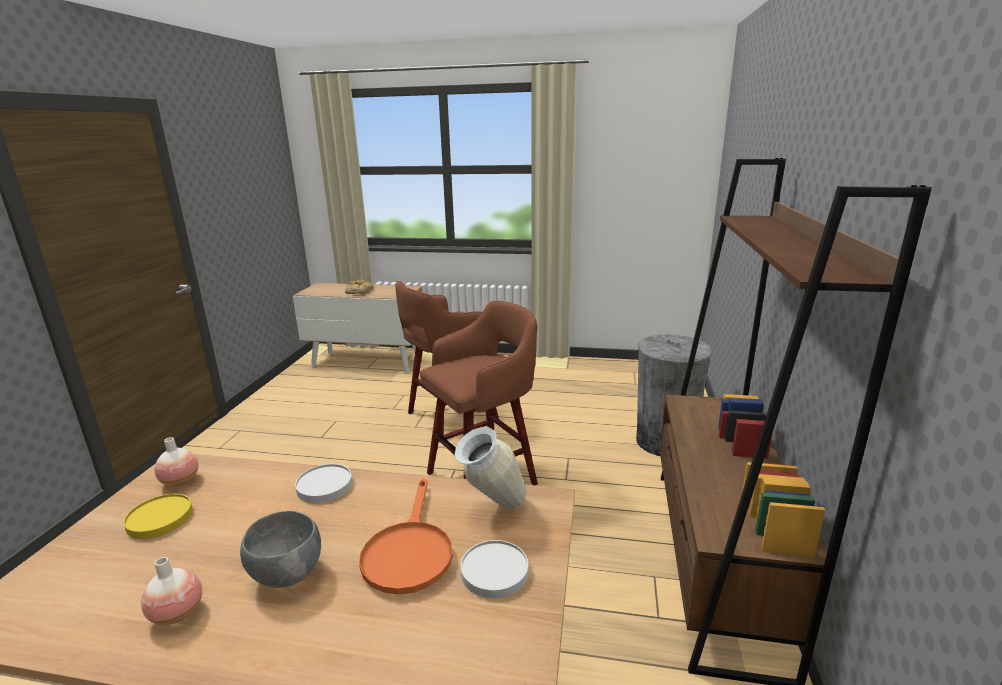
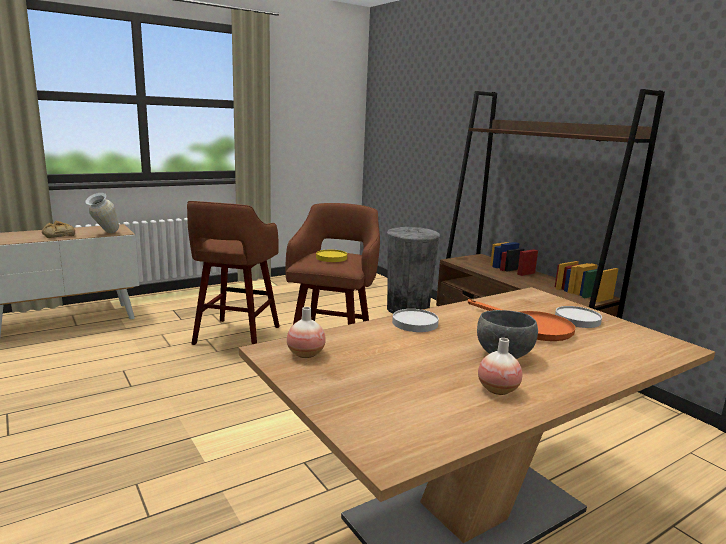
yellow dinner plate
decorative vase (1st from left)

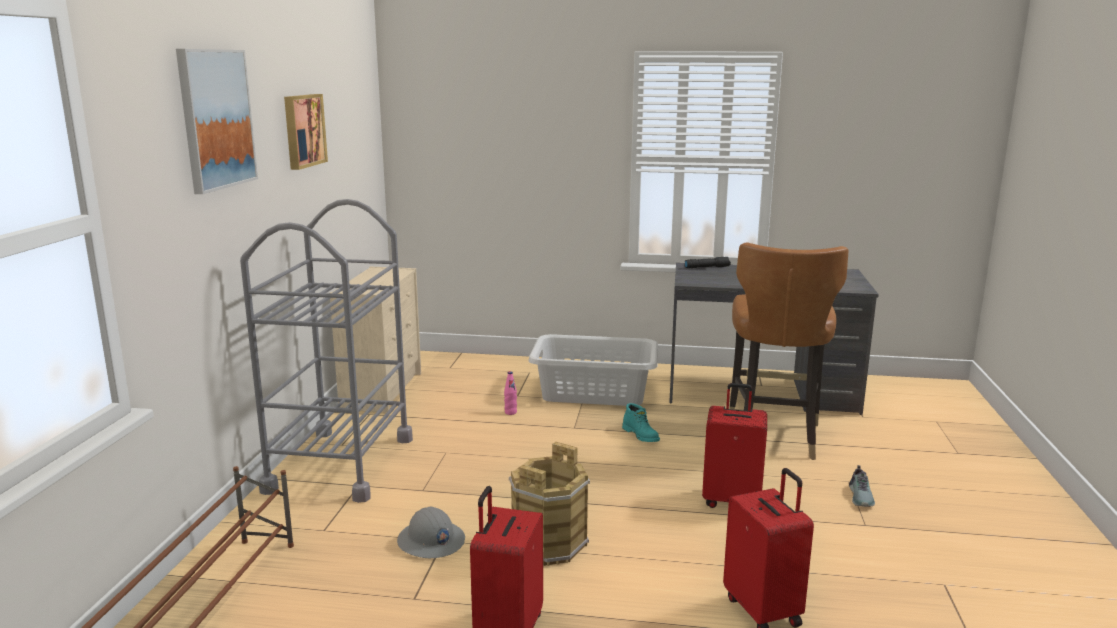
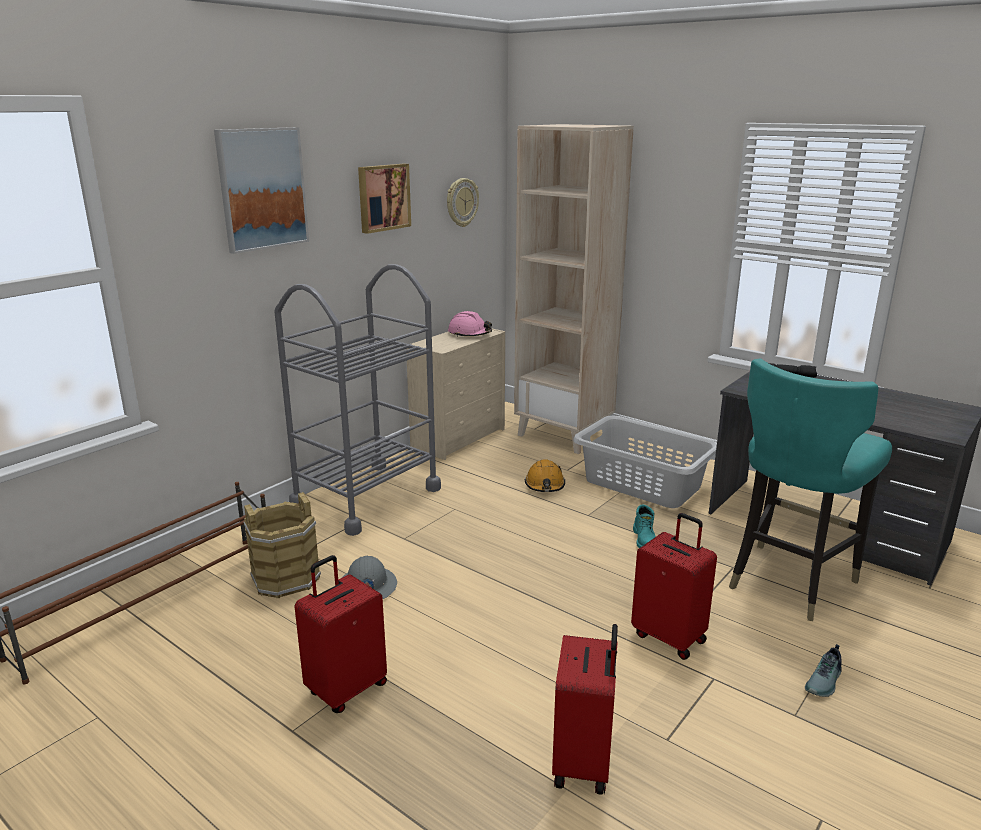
hanging clock
pinkish work helmet
beige bookcase
brownish pail
orangey work helmet
turquoise plain chair

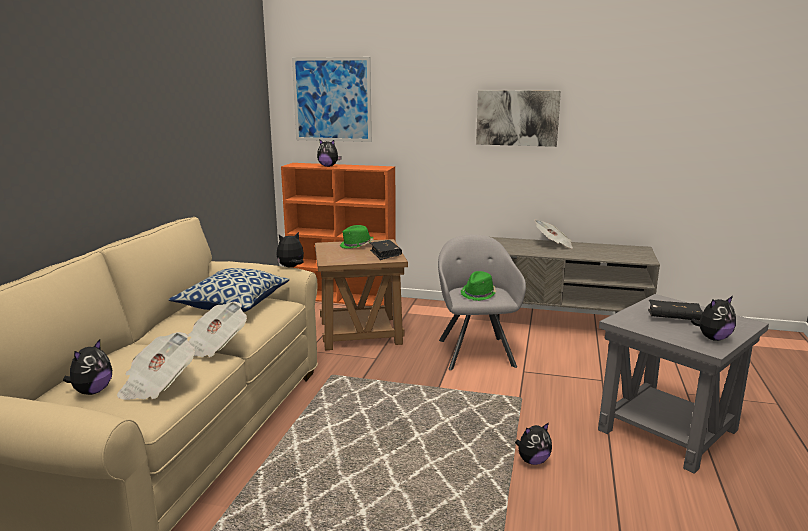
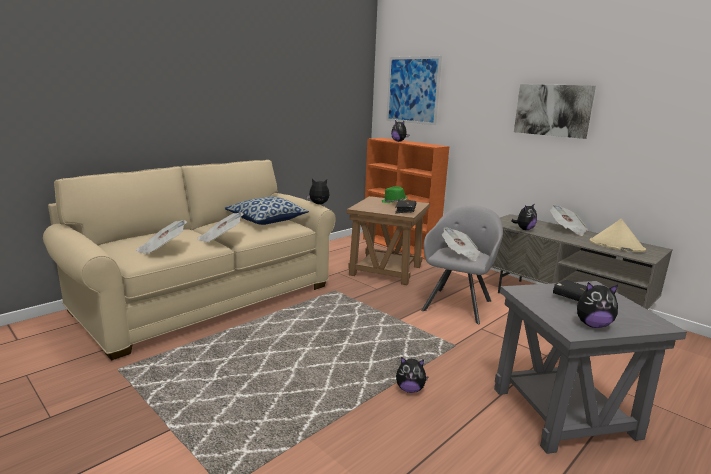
beige wearable hat
cuddly toy (4th from left)
newspaper (3rd from left)

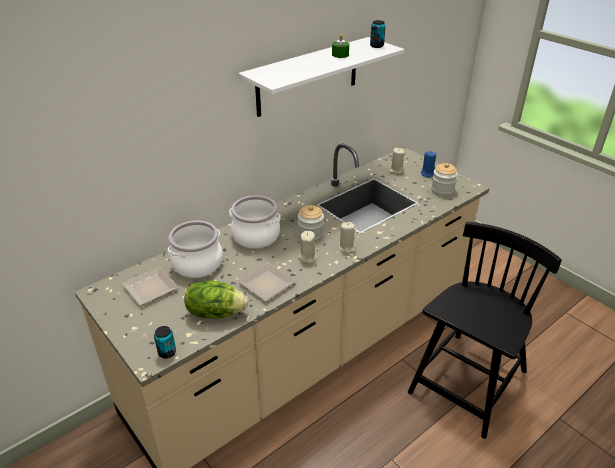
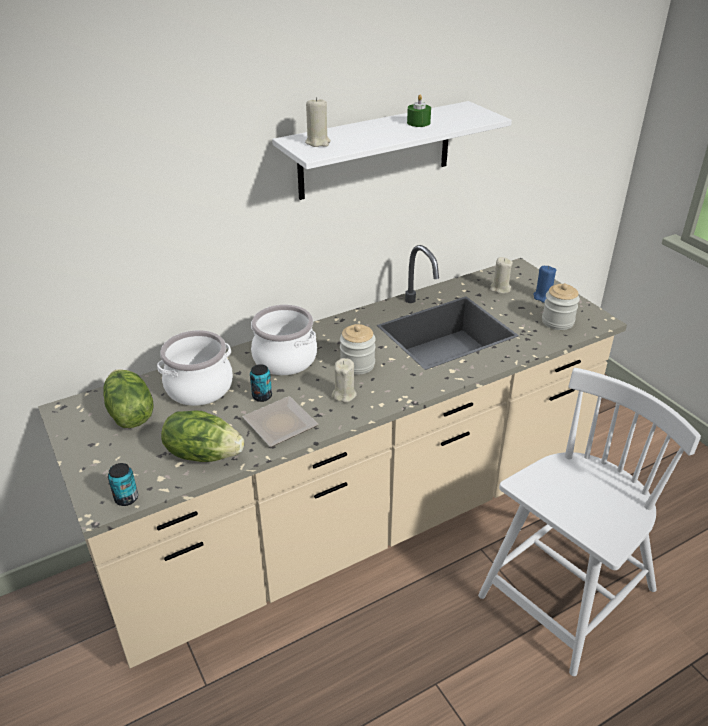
beige wax candle (1st from left)
metal can (2nd from left)
lettuce head (1st from left)
whitish plain chair

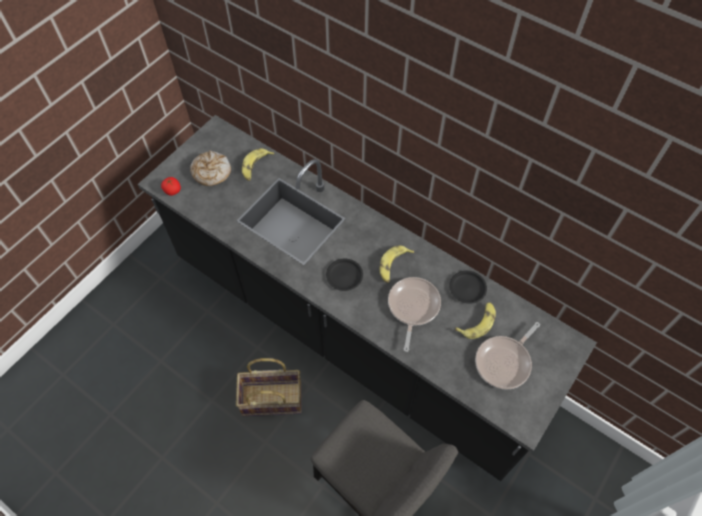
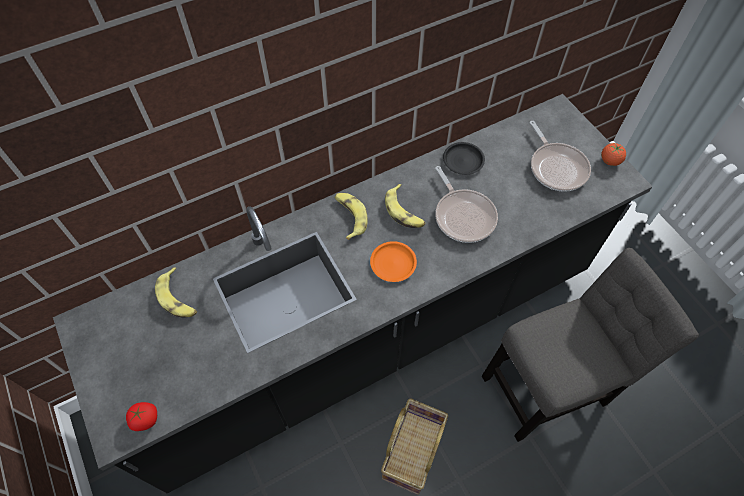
bakery bread
fresh tomato (2nd from left)
banana fruit (2nd from left)
orangey dinner plate
skillet (1st from left)

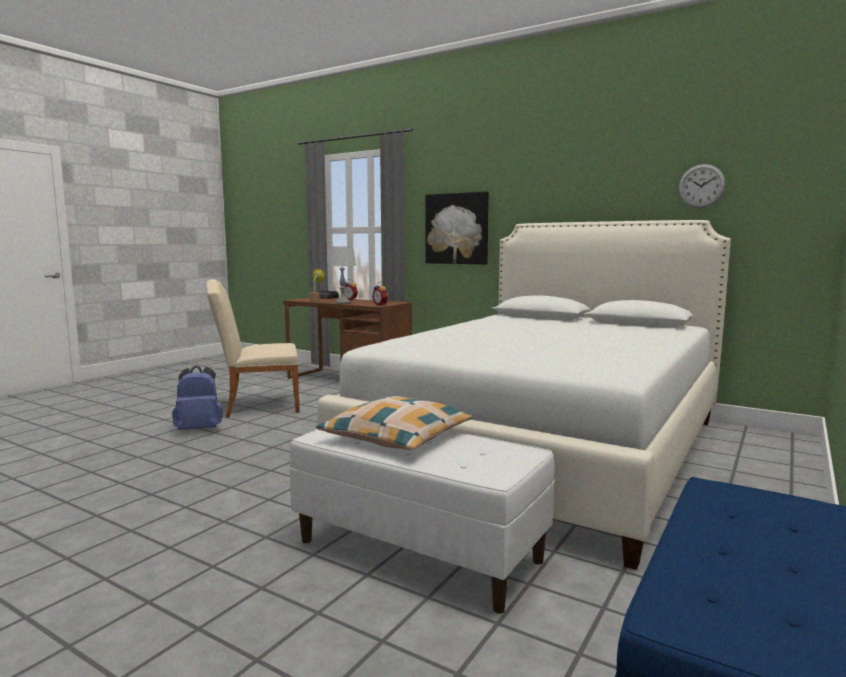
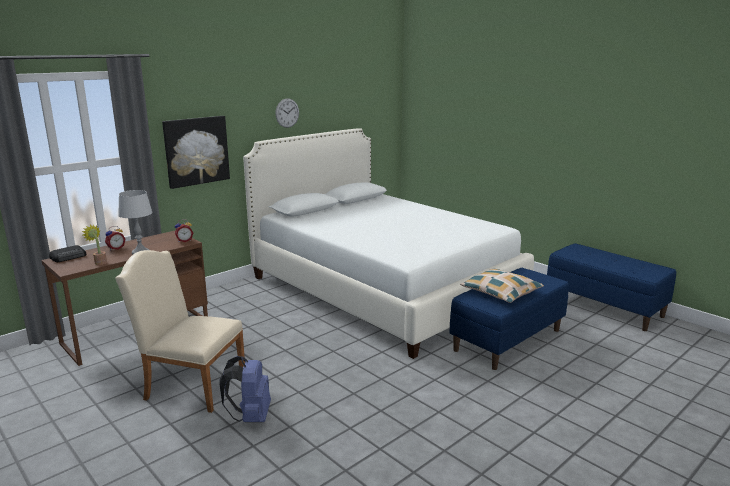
hanging clock
blue indoor bench (1st from left)
beige plain chair

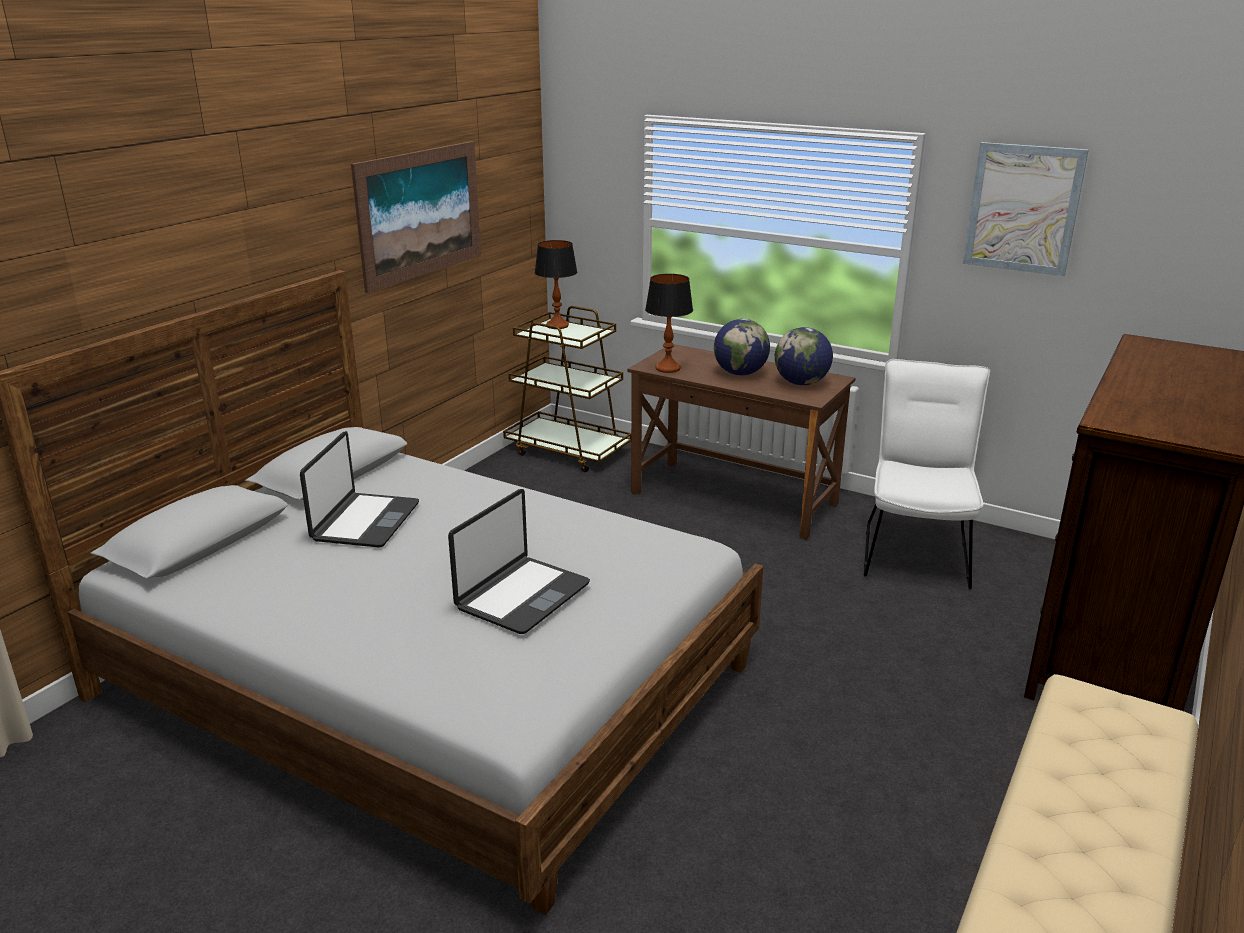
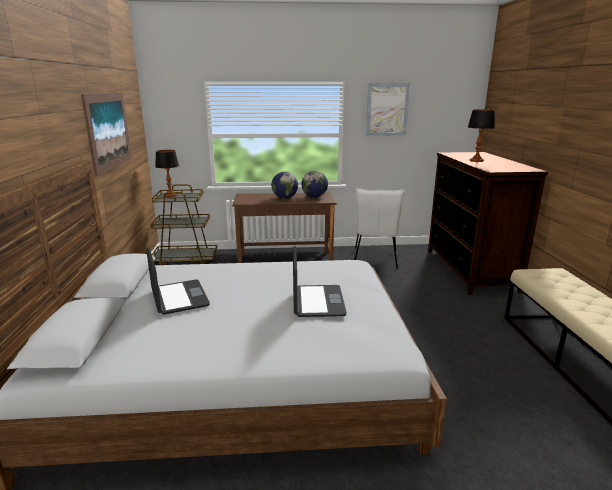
lamp for a table (2nd from left)
whitish plain chair

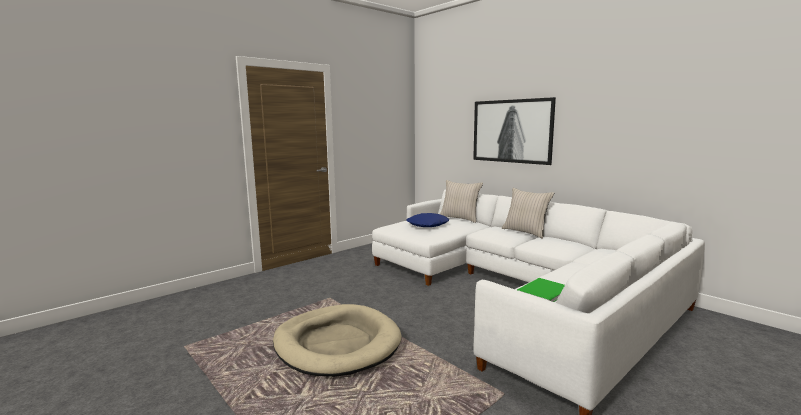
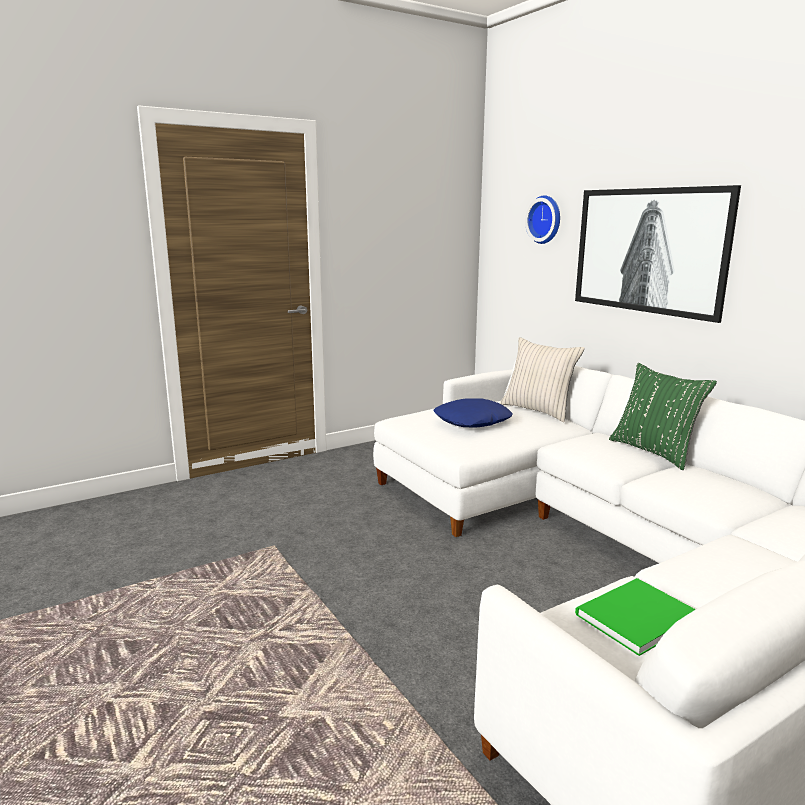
beige pet bed
hanging clock
green-coloured pillow

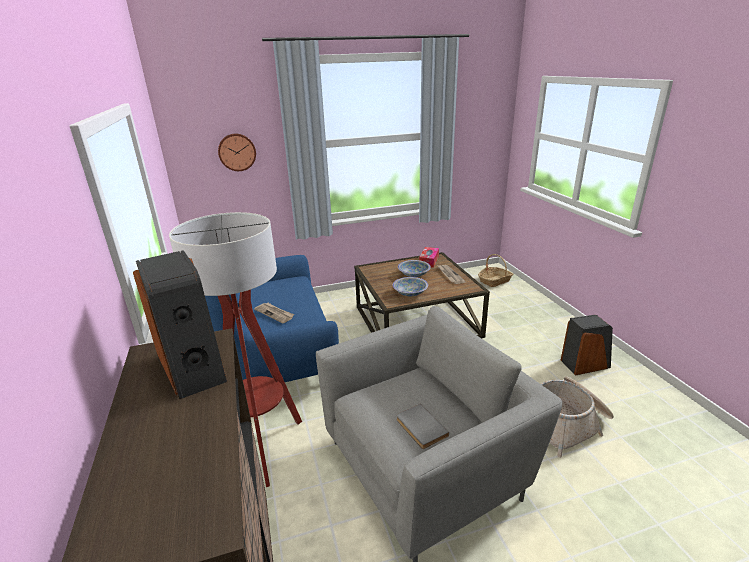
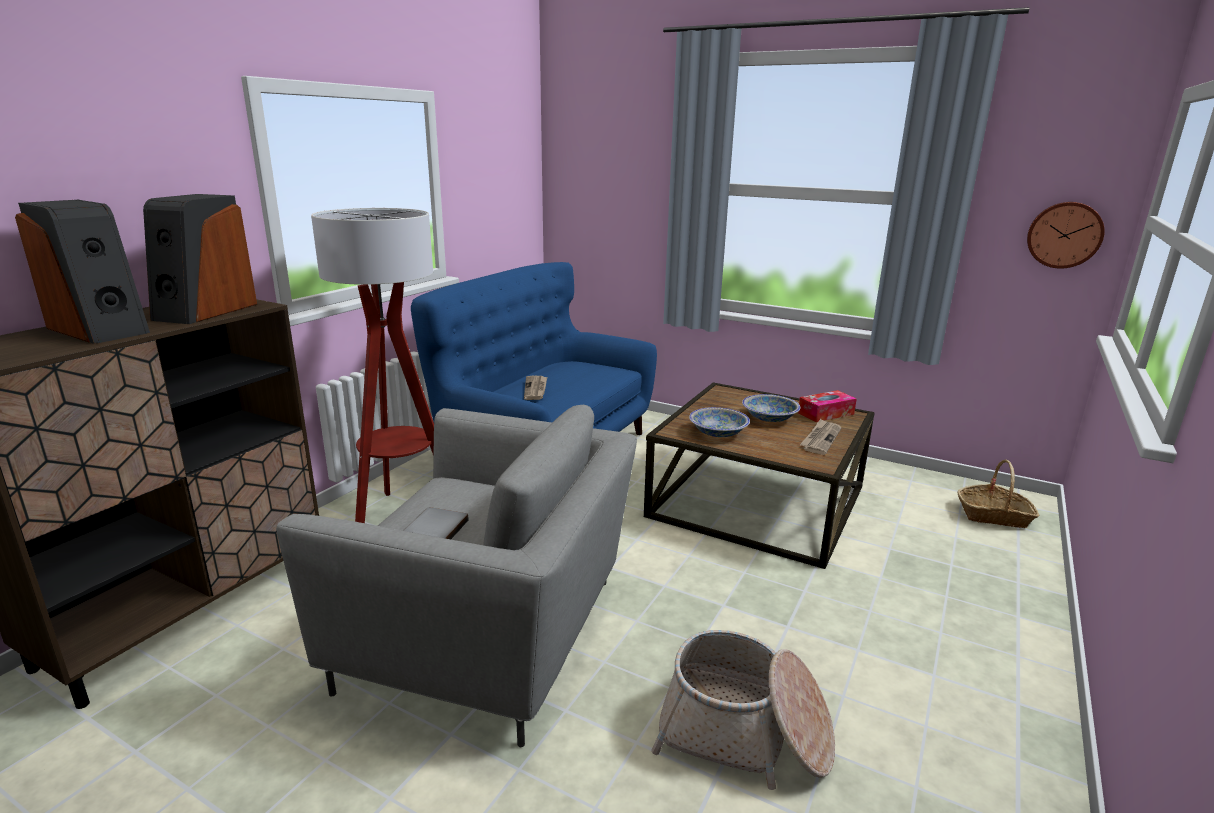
hanging clock
speaker (1st from left)

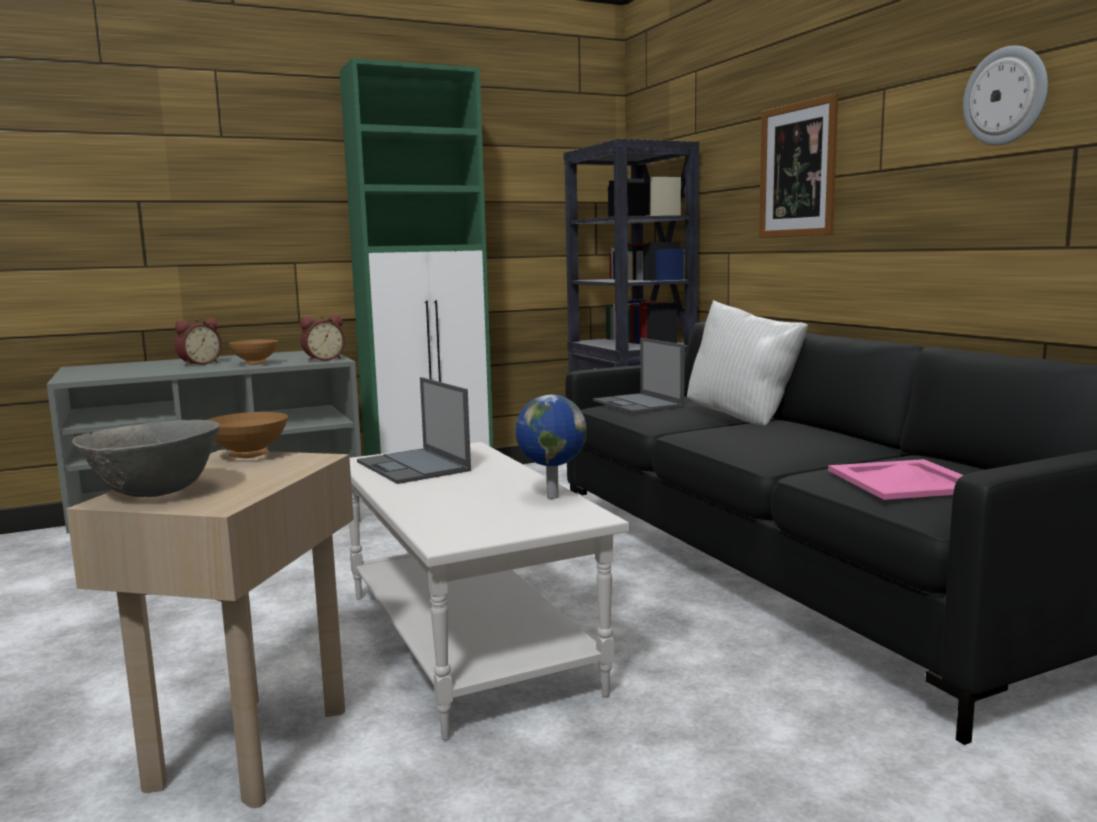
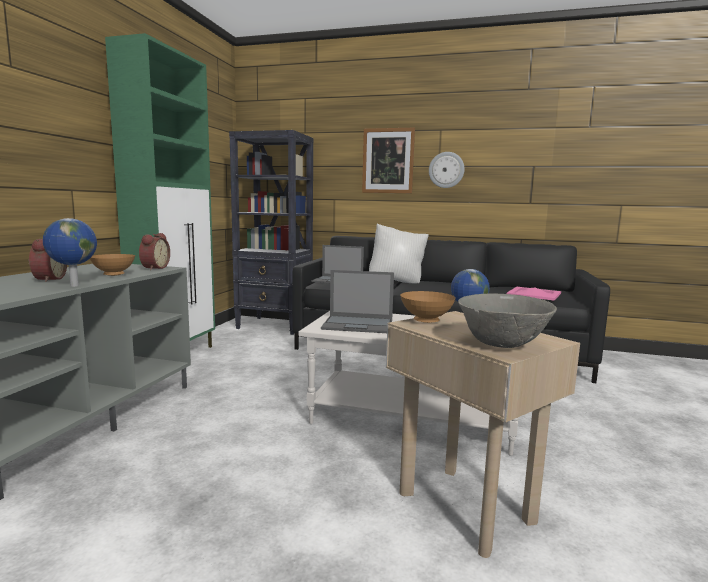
globe (1st from left)
hanging clock

